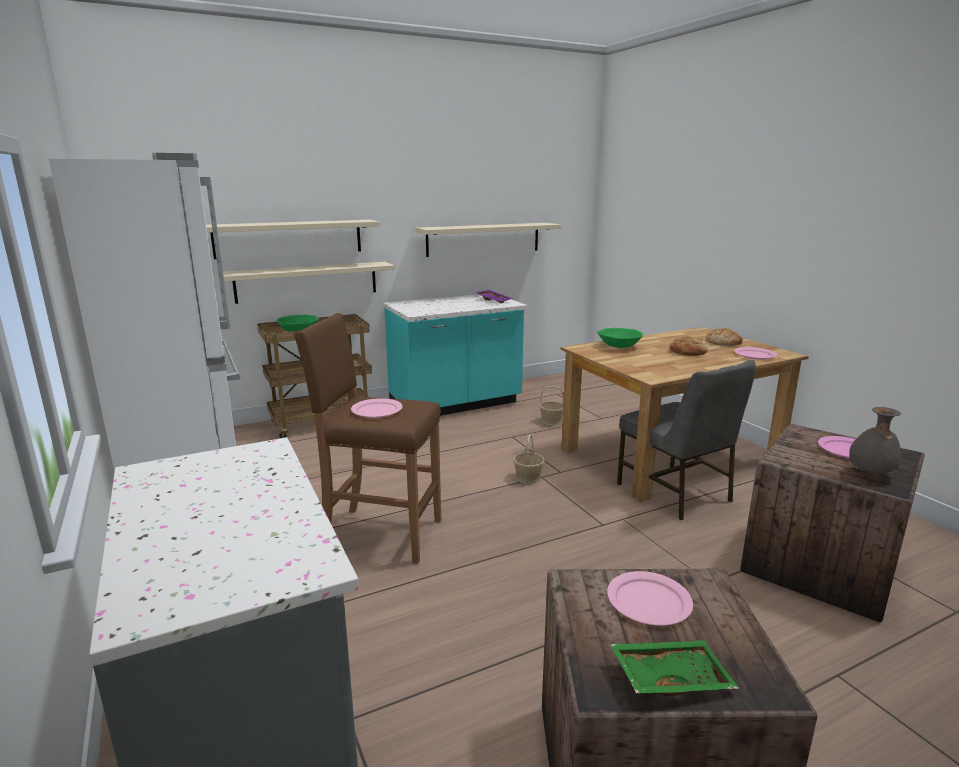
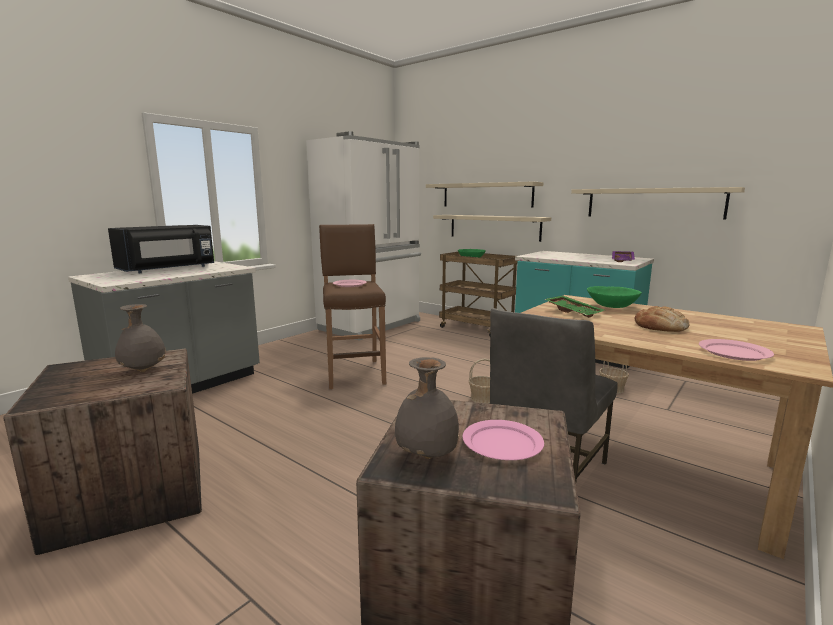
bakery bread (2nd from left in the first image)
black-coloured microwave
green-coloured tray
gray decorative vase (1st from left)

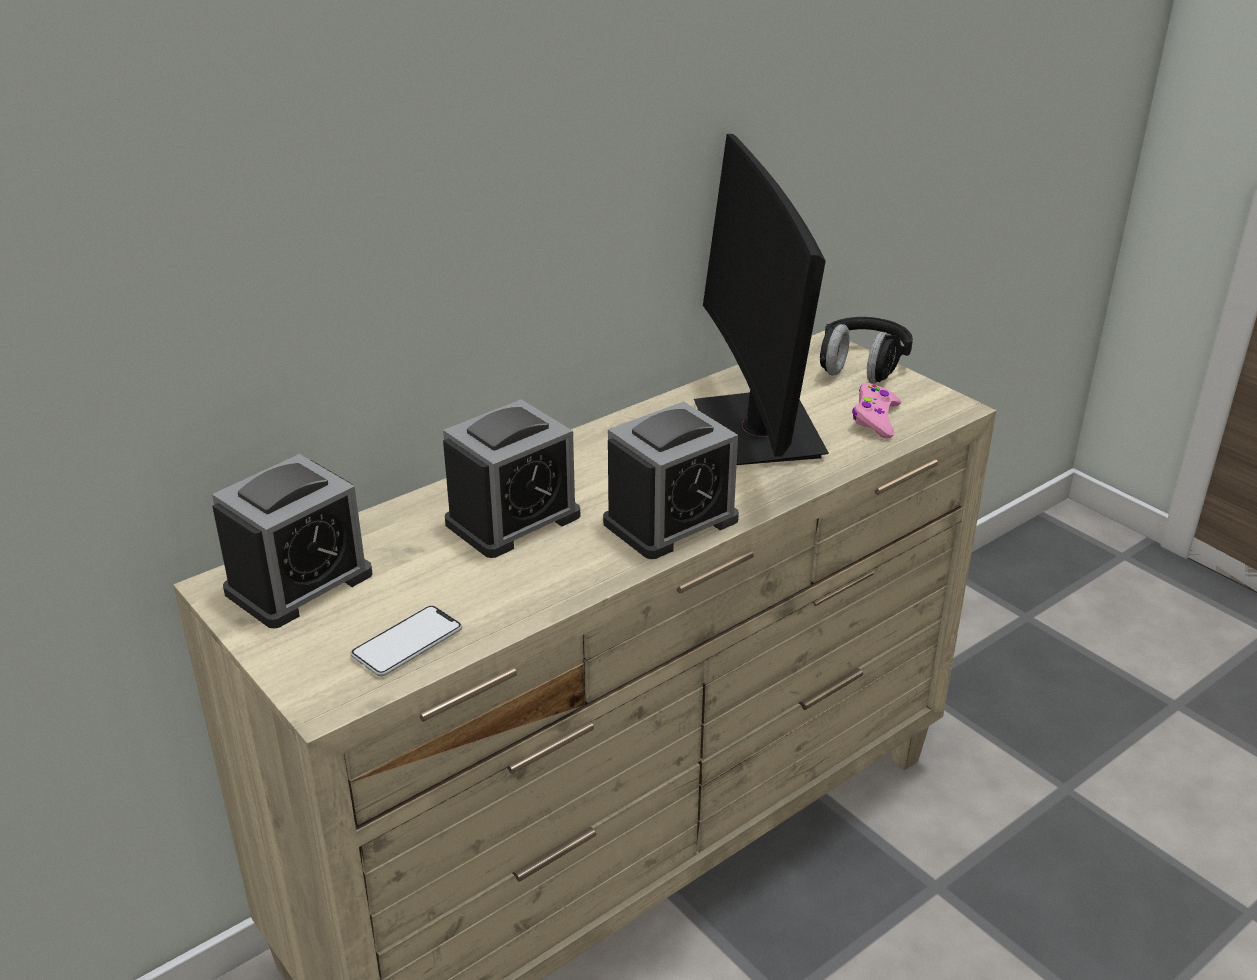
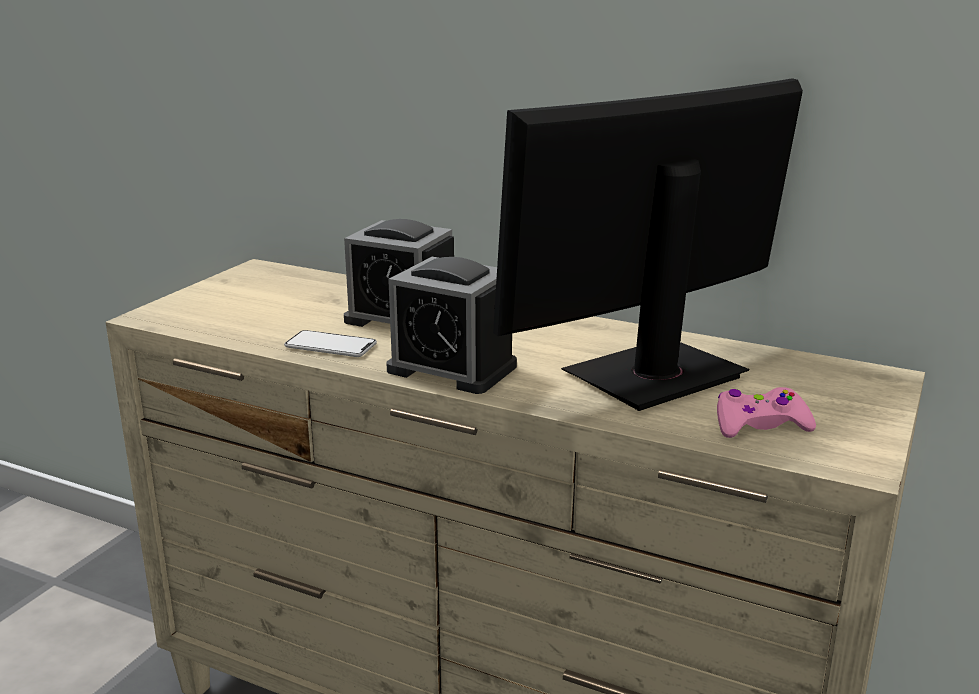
table clock (1st from left in the first image)
black-coloured headset
handset

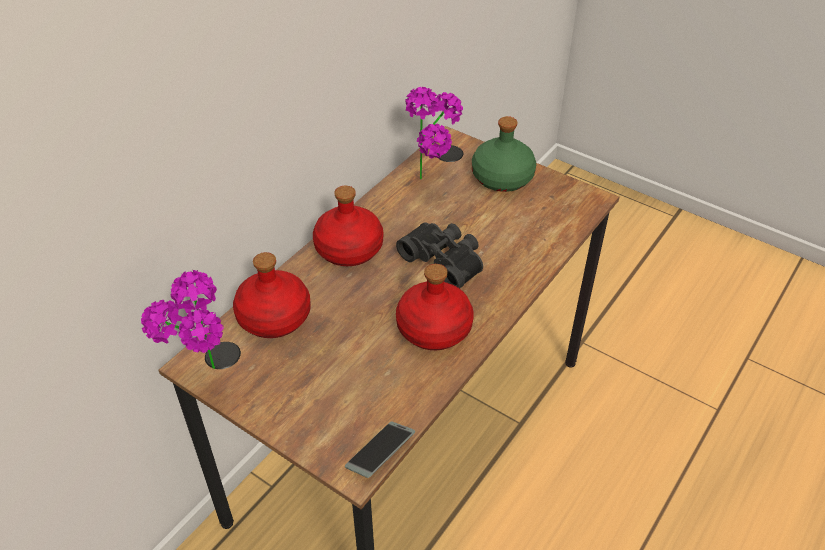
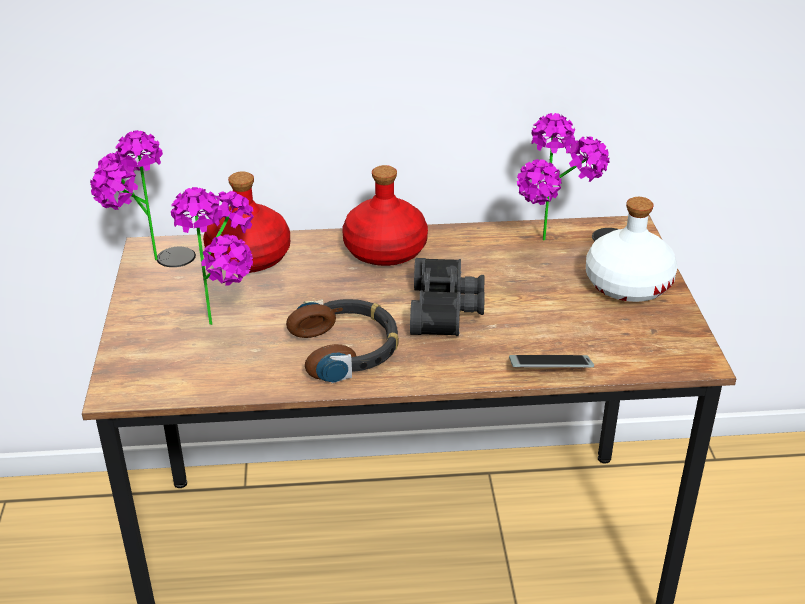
plant in a pot (2nd from left)
handset
headset
whitish drink bottle

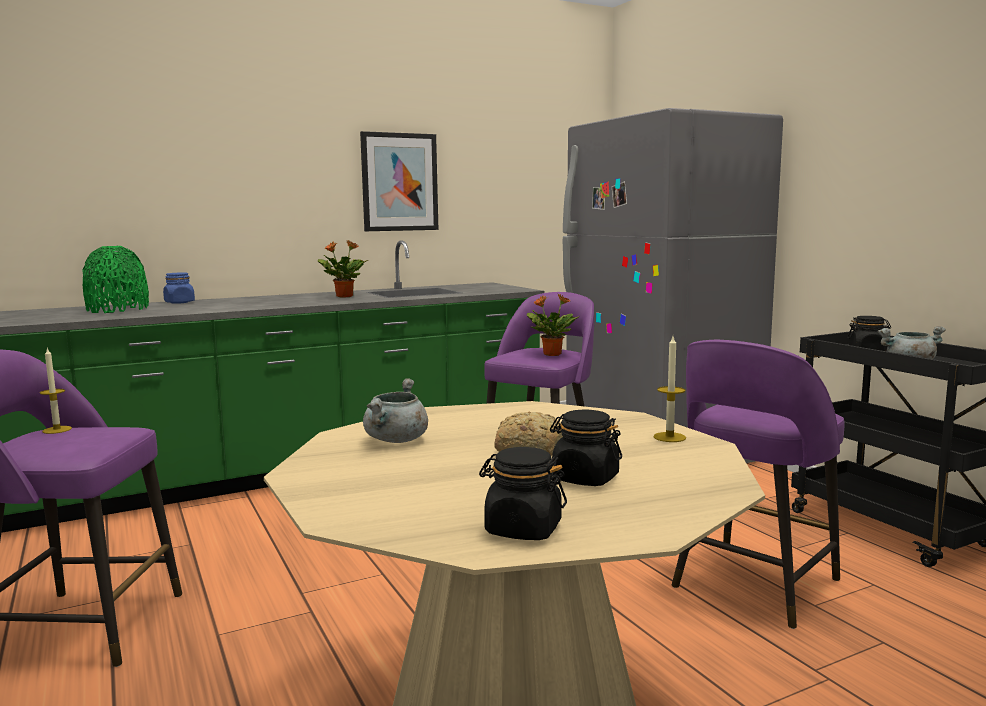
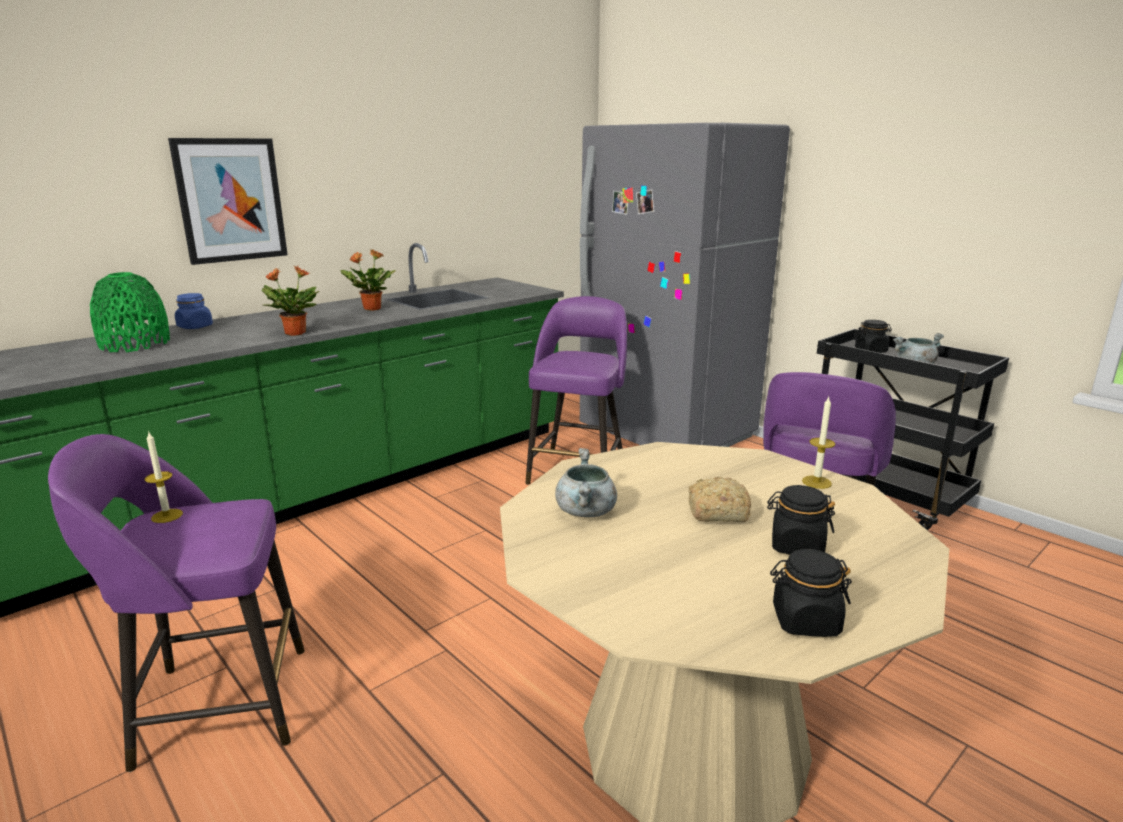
wall art
plant in a pot (1st from left)

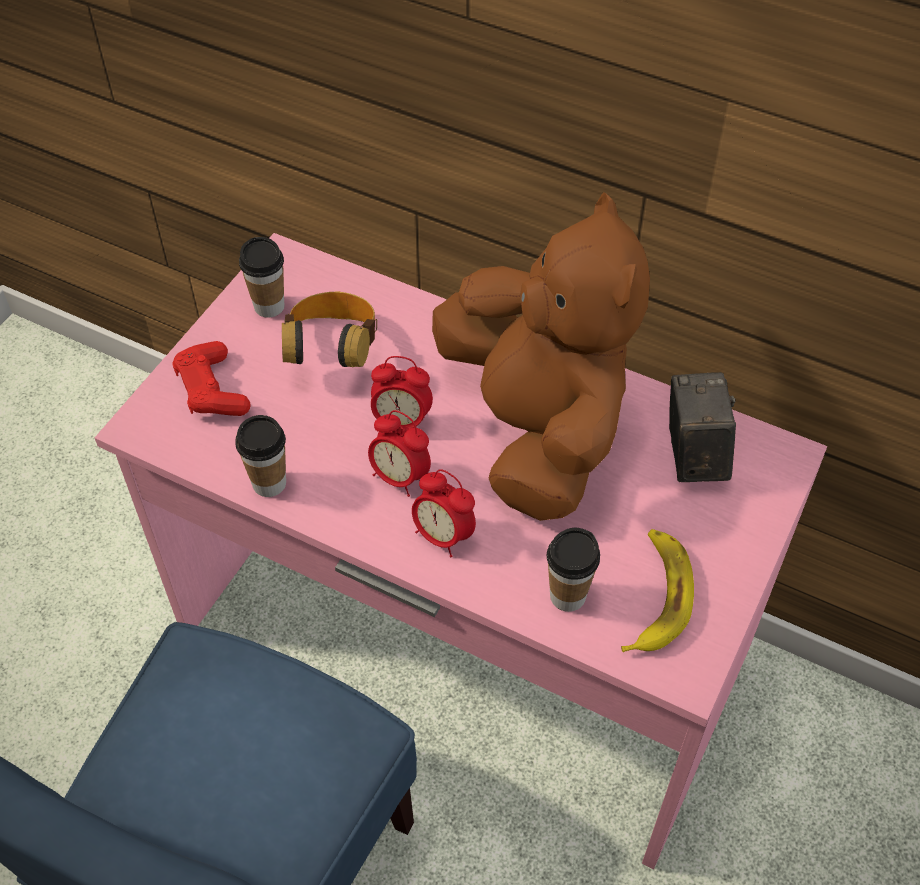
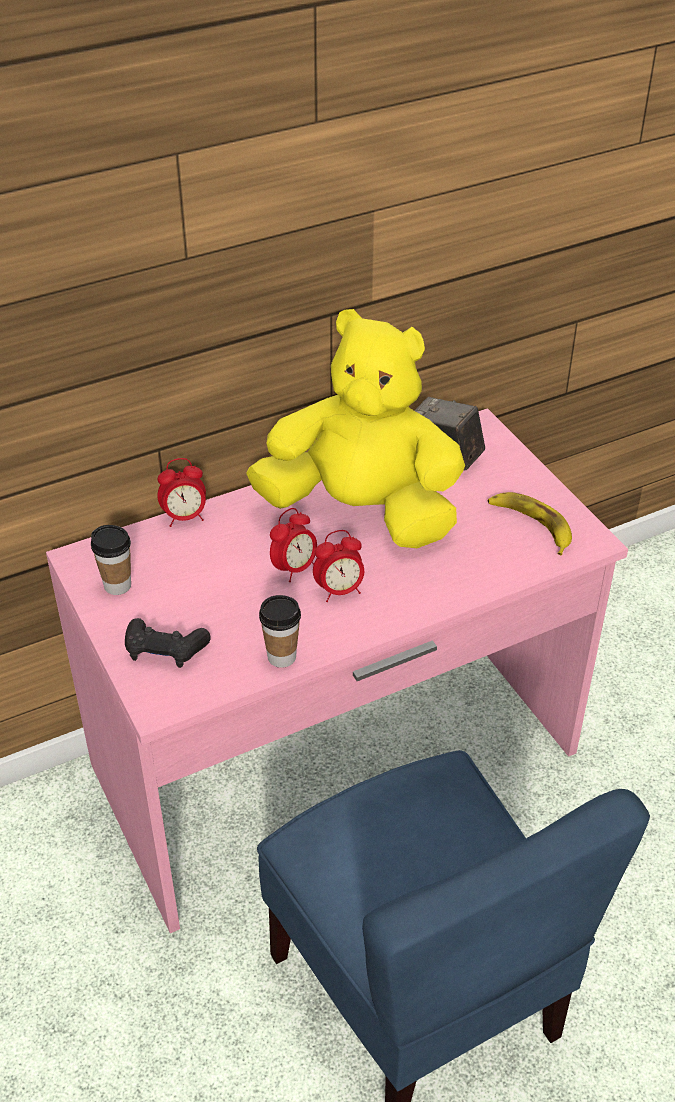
headset
drinking cup (3rd from left in the first image)
table clock (1st from left)
black-coloured game controller
yellow cuddly toy

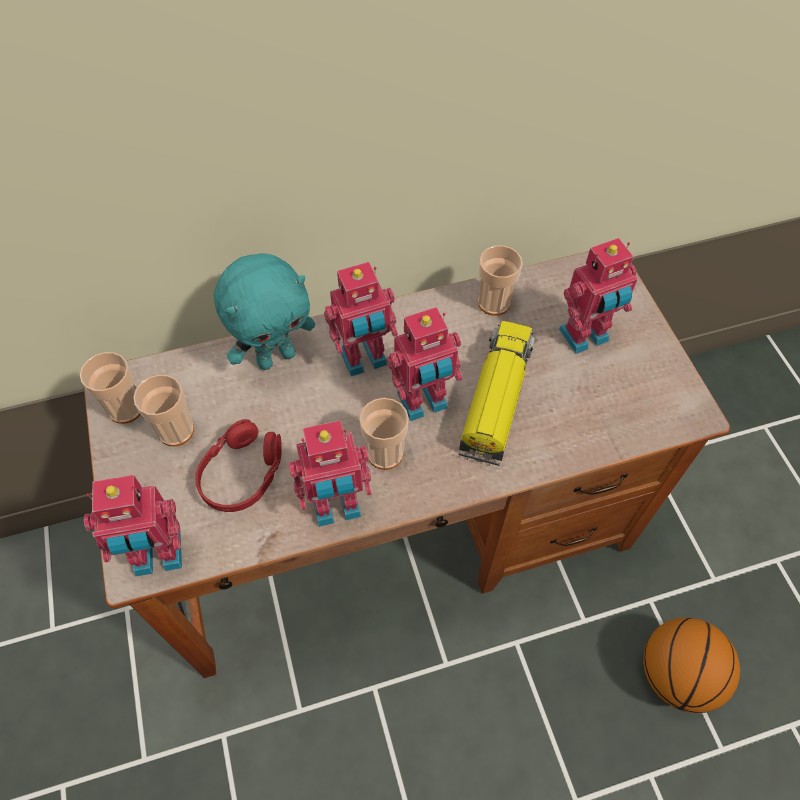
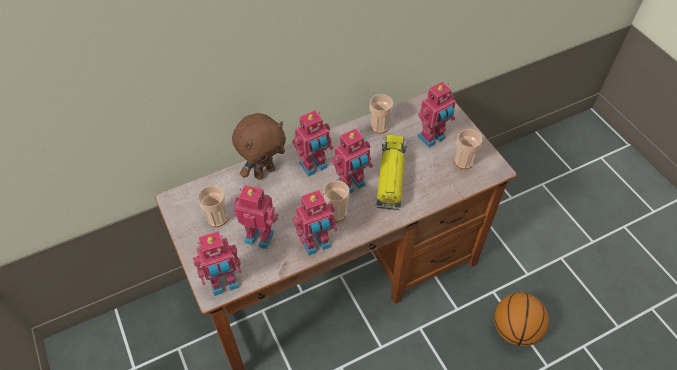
drinking cup (4th from left)
toy robot (2nd from left)
brownish cuddly toy

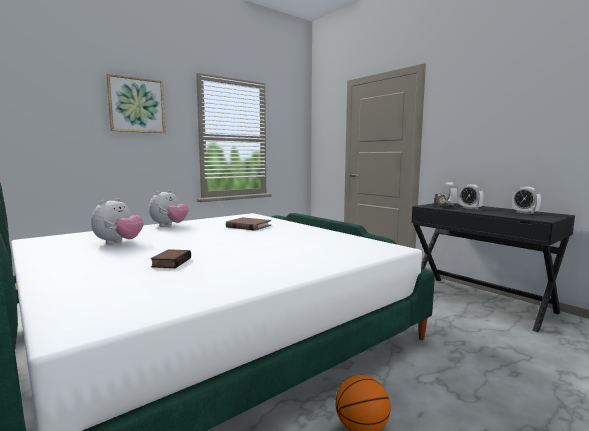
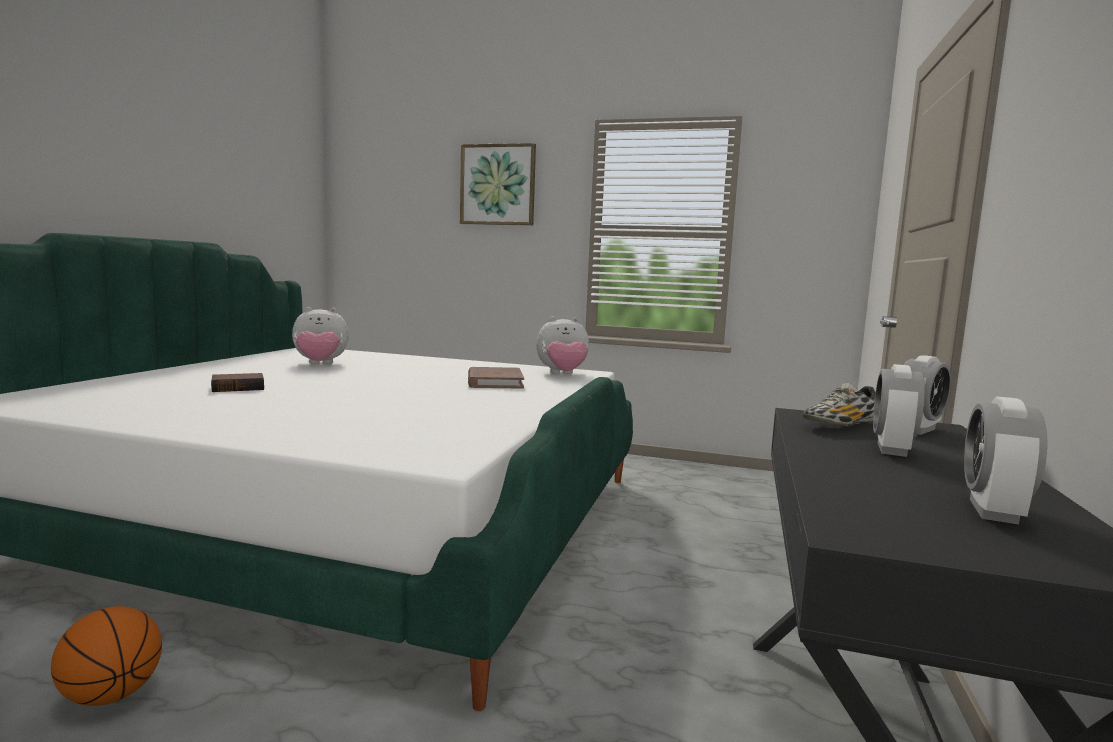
cuddly toy (2nd from left)

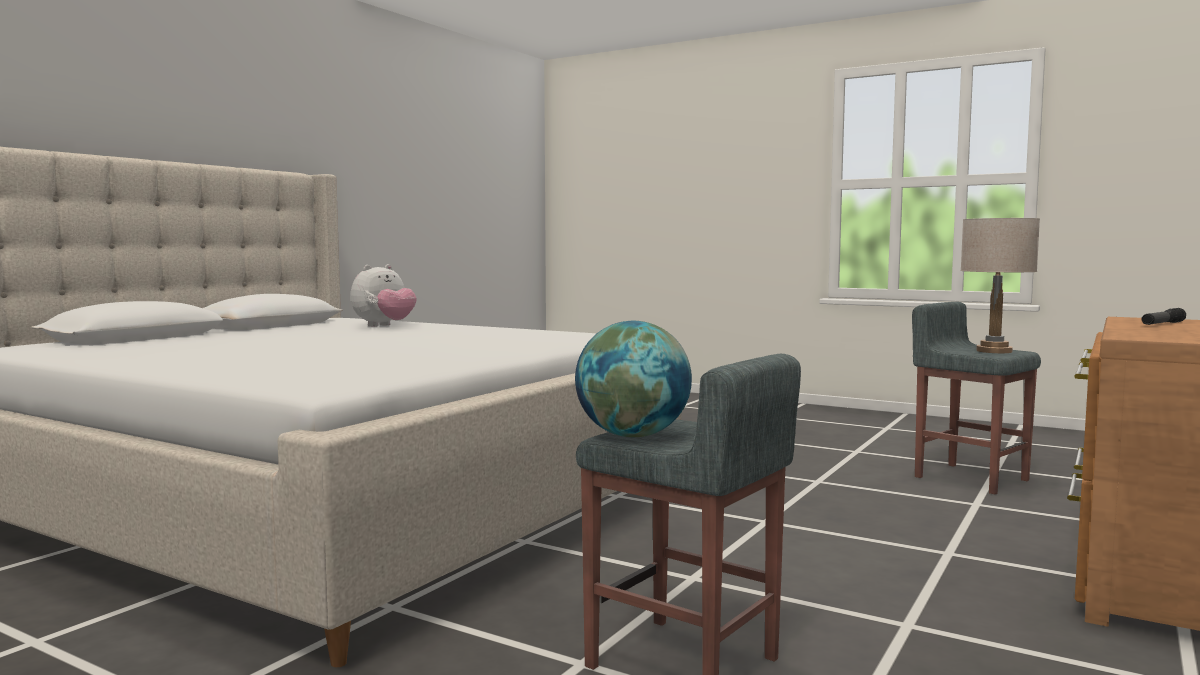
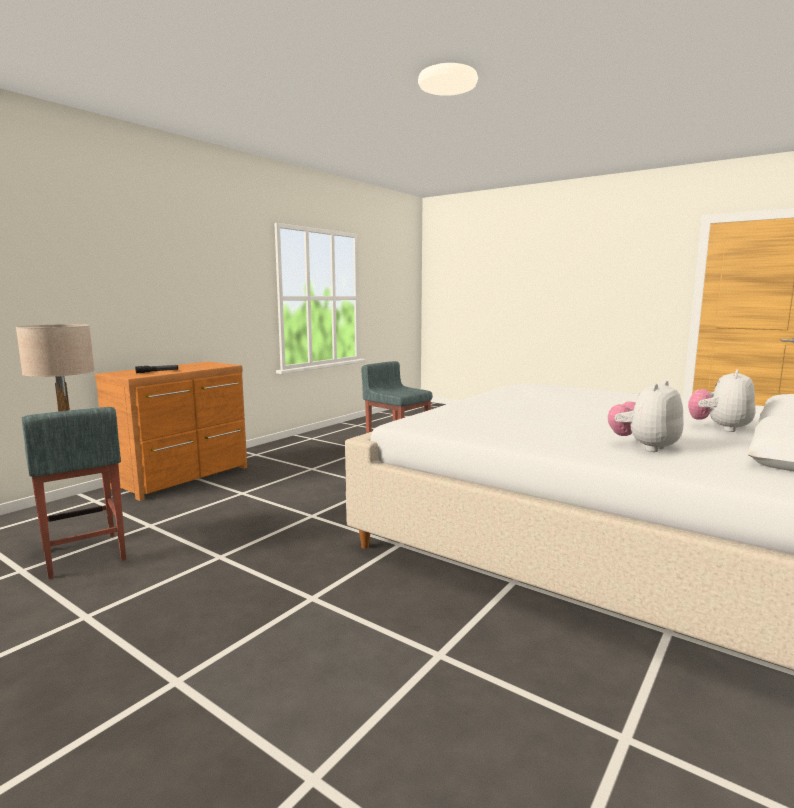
globe
cuddly toy (2nd from left)

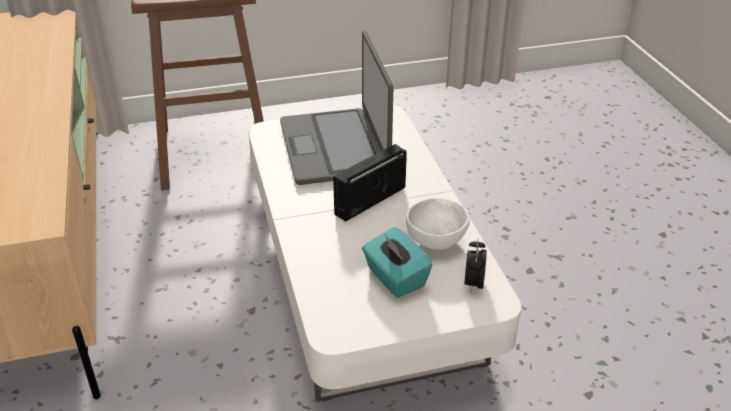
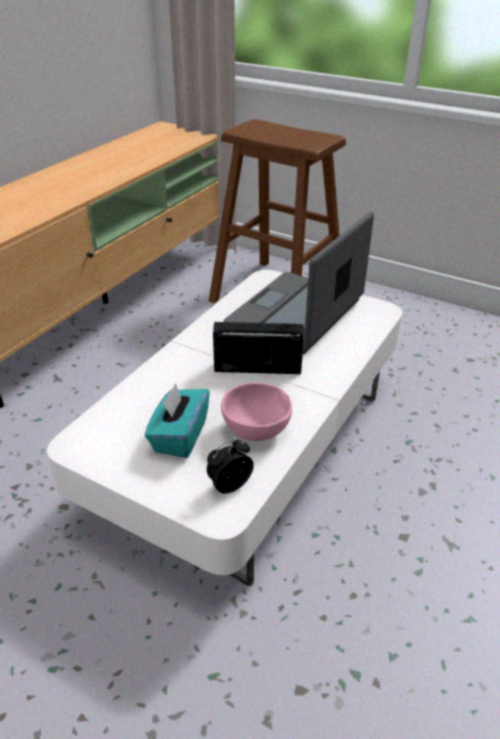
pinkish bowl

